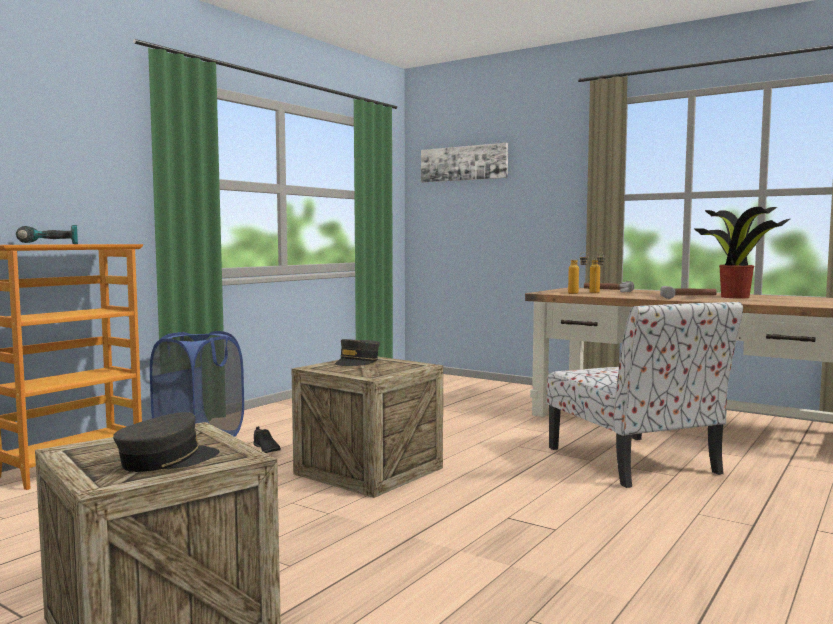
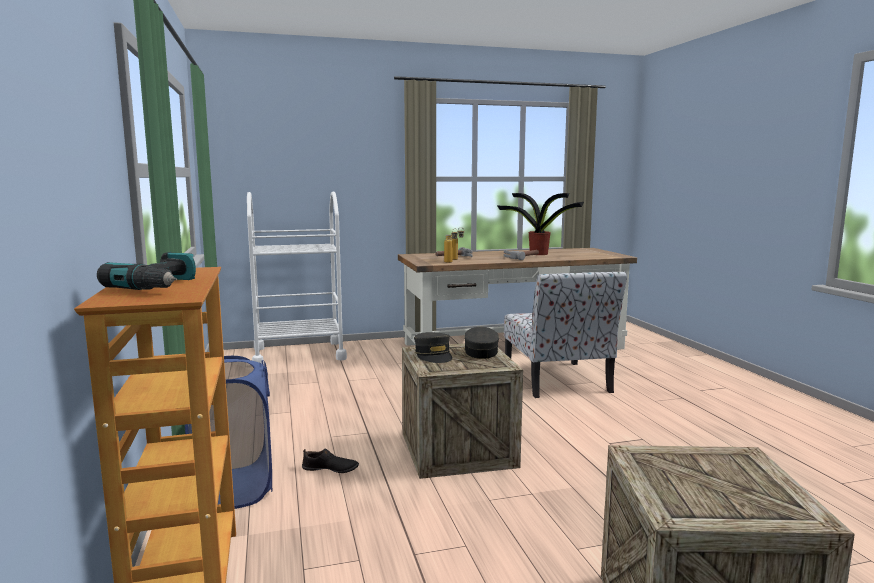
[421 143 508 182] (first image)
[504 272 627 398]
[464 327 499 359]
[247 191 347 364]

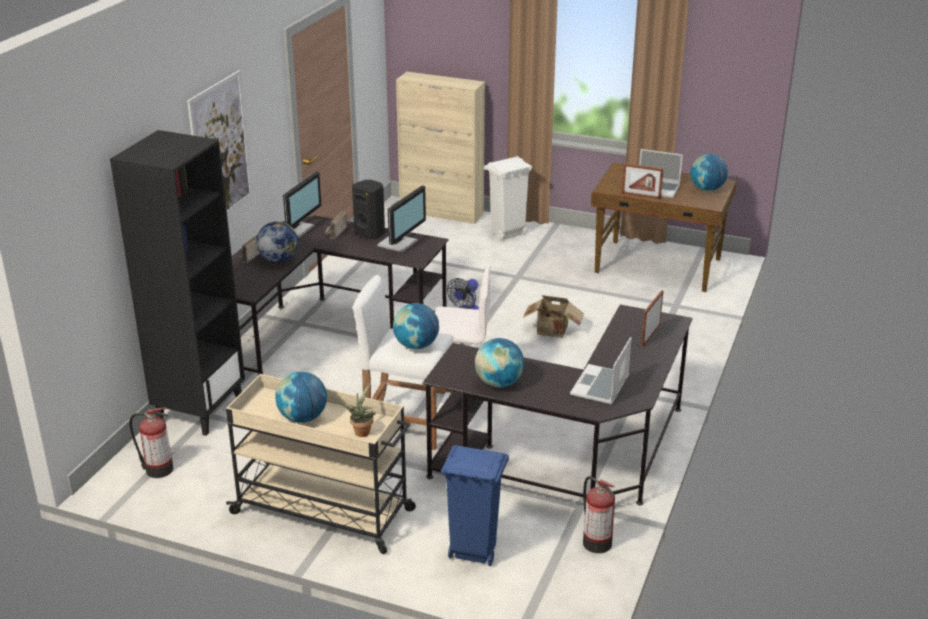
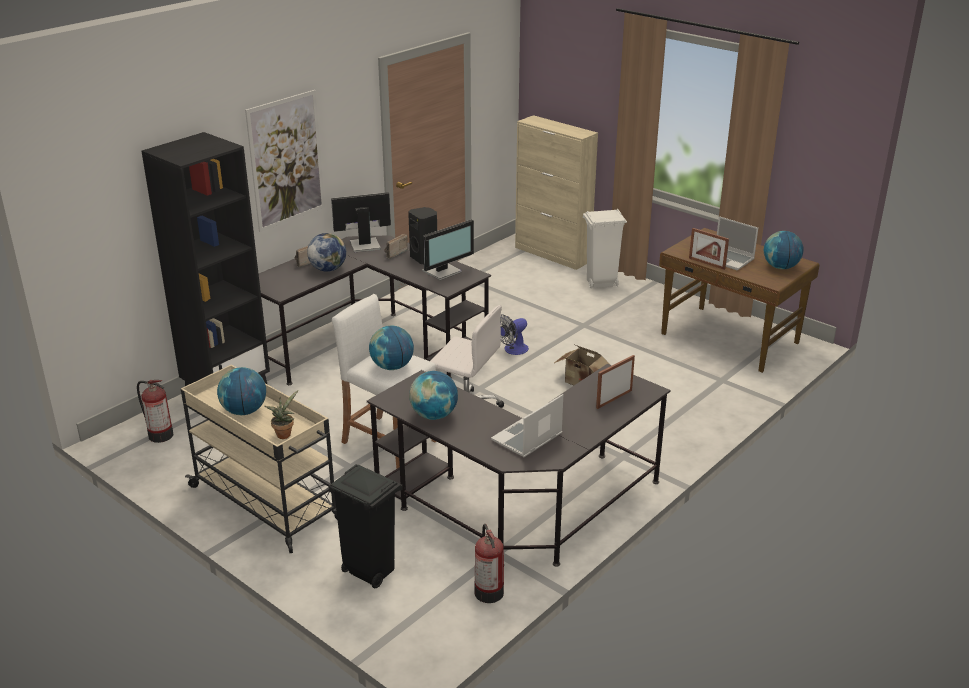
[331 192 391 253]
[328 464 402 589]

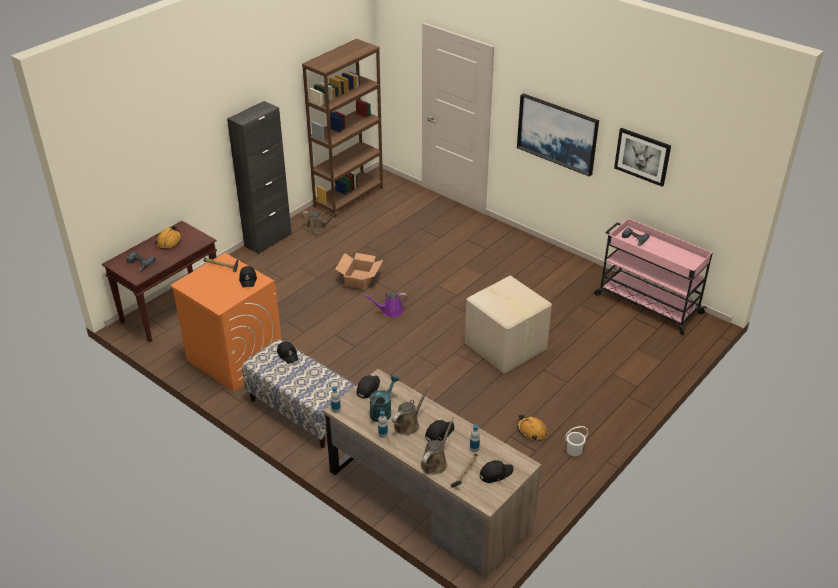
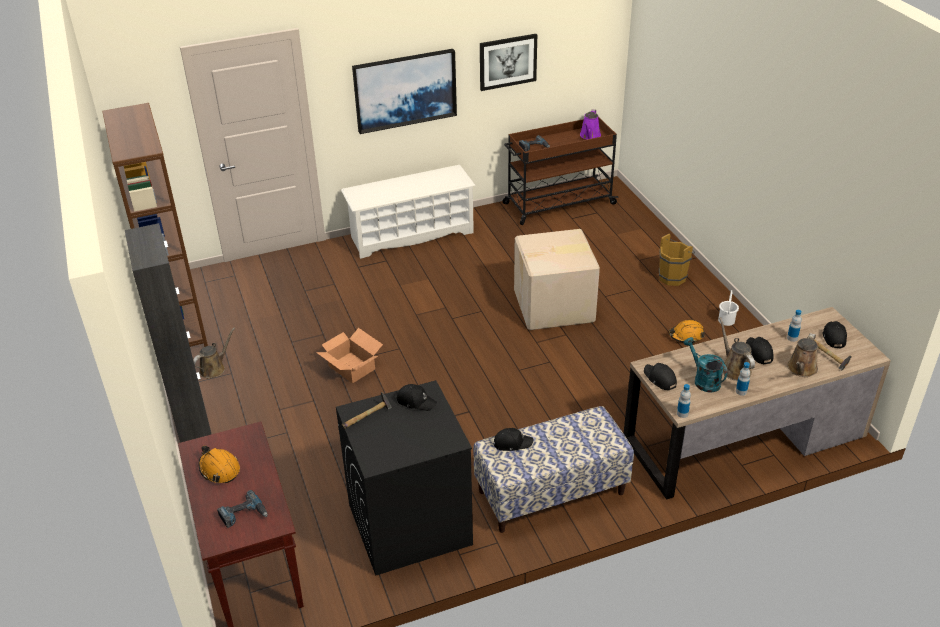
[503 117 619 225]
[336 380 473 576]
[580 109 601 139]
[787 333 818 377]
[341 165 476 259]
[659 234 695 286]

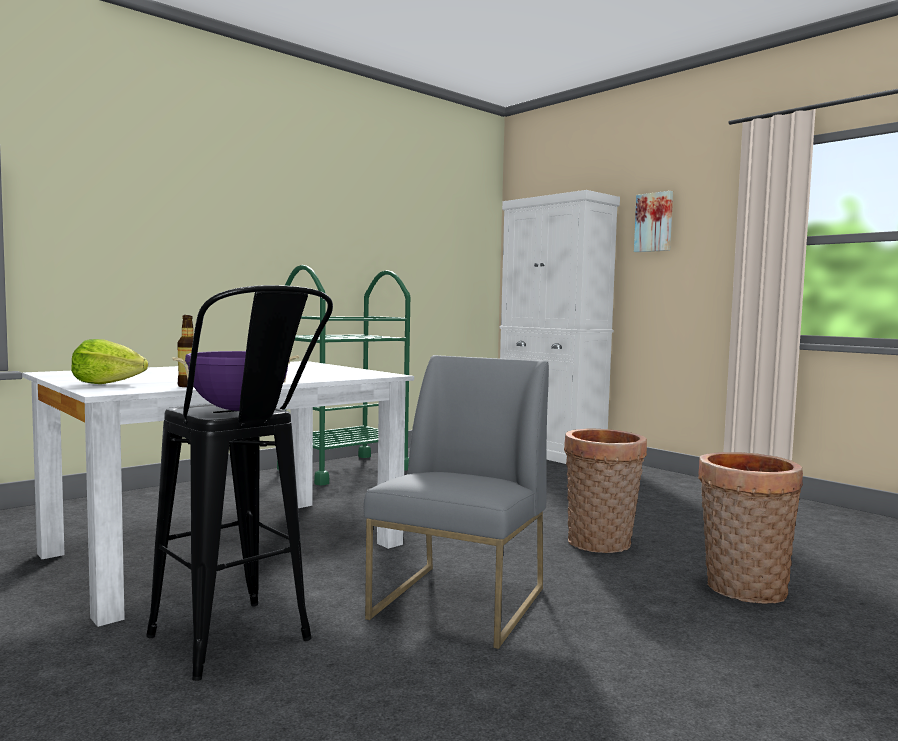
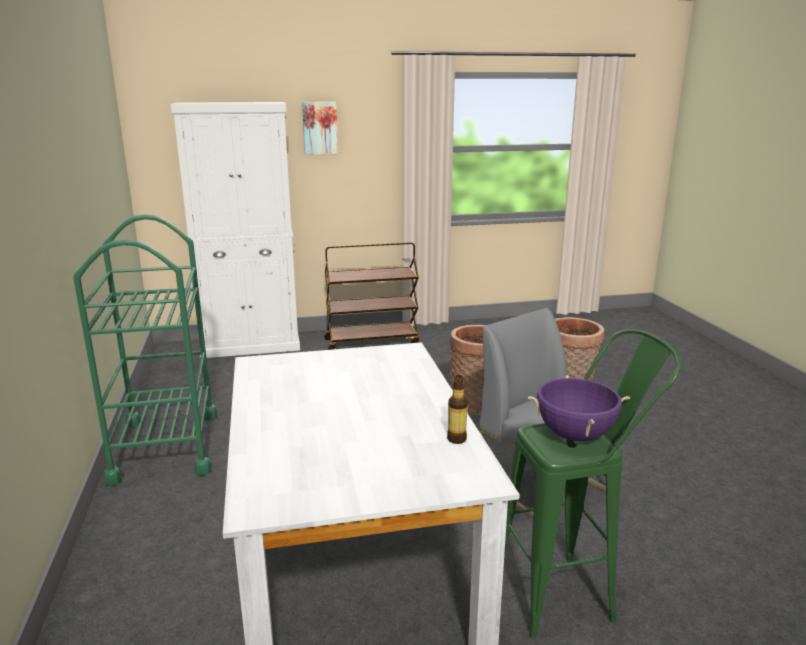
[504 329 681 639]
[71 339 148 384] (first image)
[324 242 419 350]

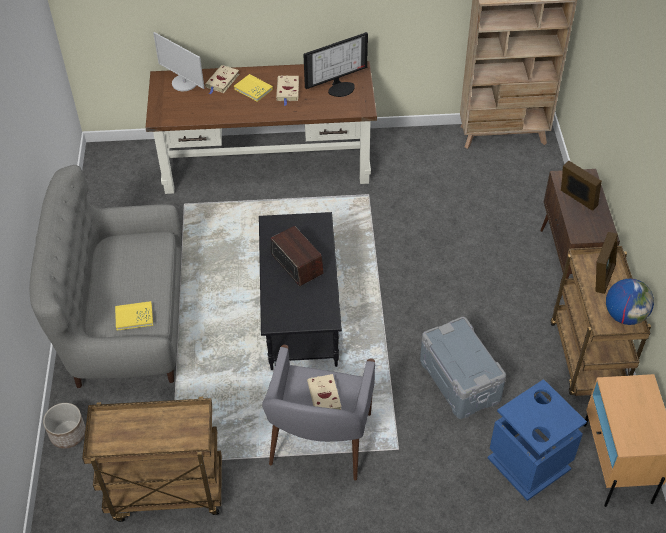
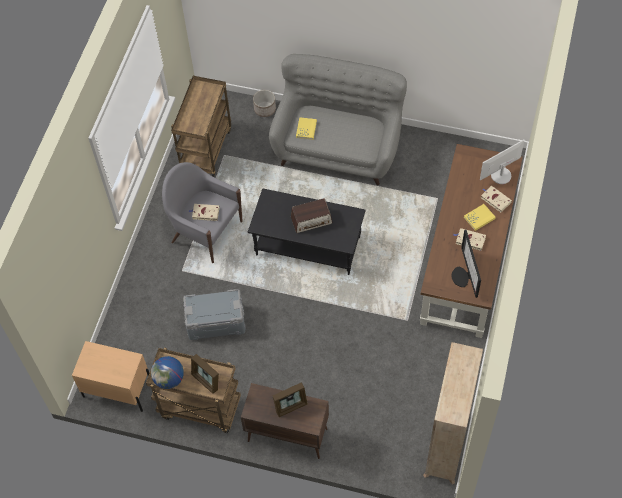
[488 379 587 501] (first image)

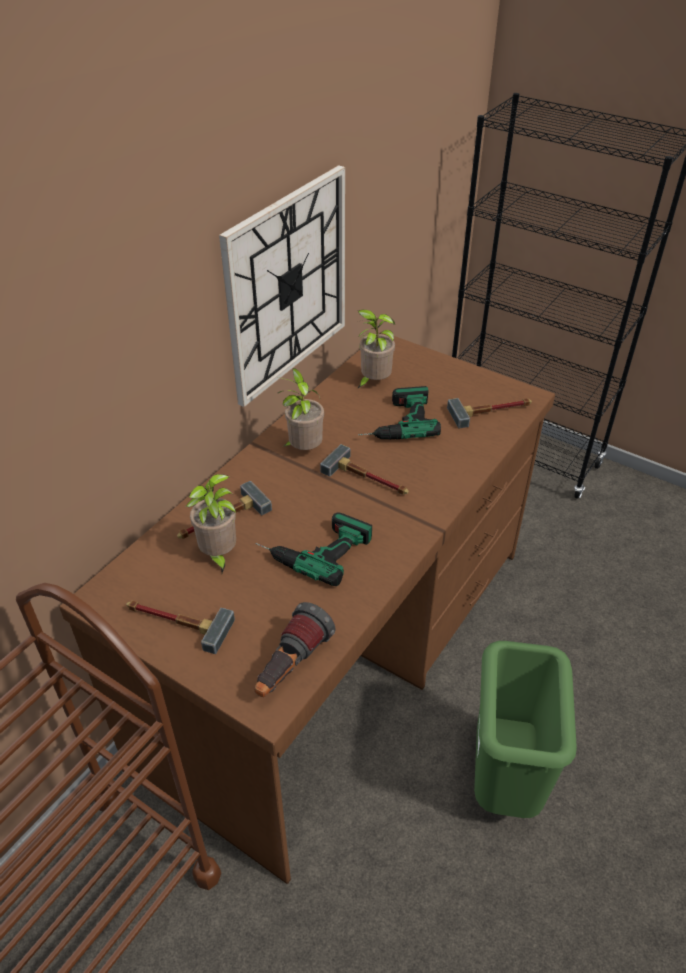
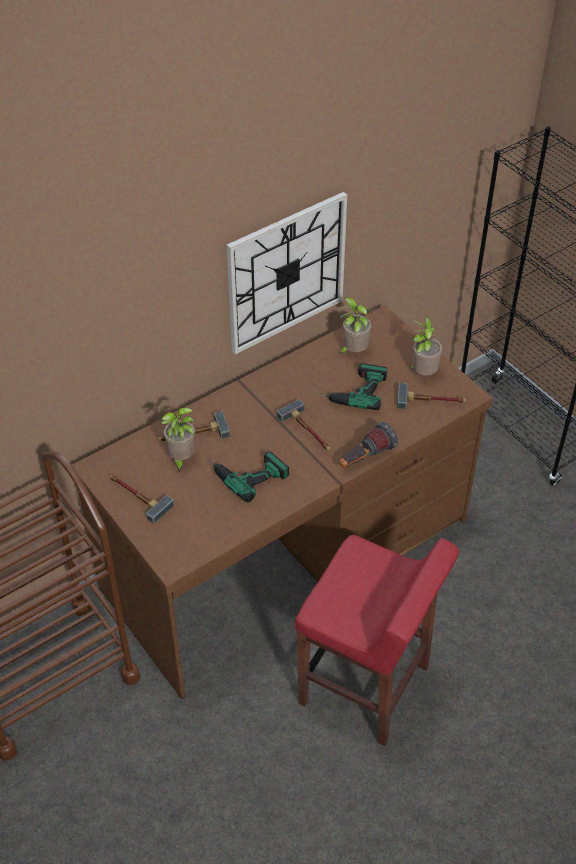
[410 315 442 375]
[339 422 398 468]
[295 535 459 746]

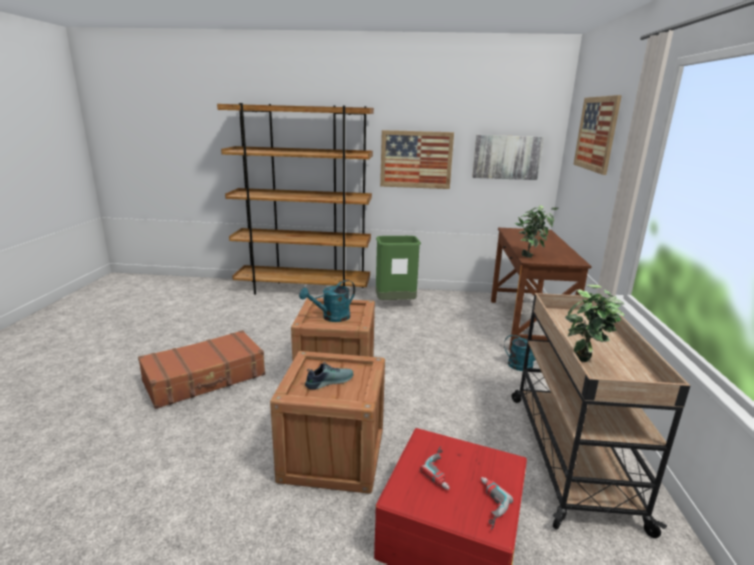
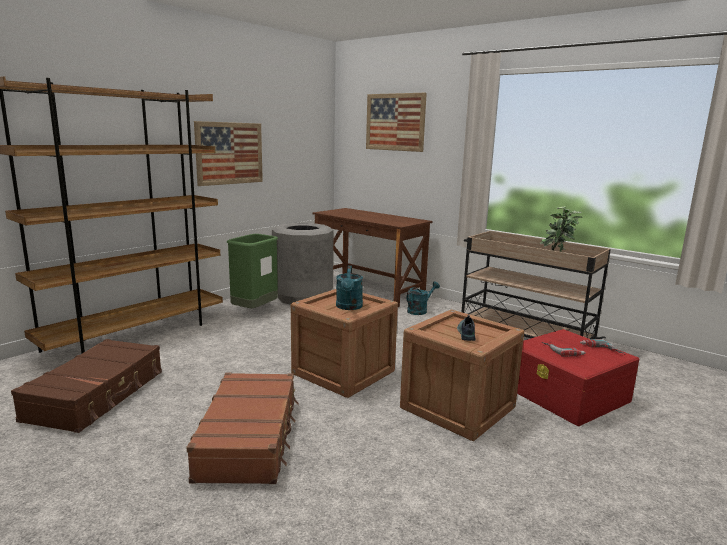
[472 135 544 180] (first image)
[515 205 558 258] (first image)
[272 223 334 305]
[11 339 162 433]

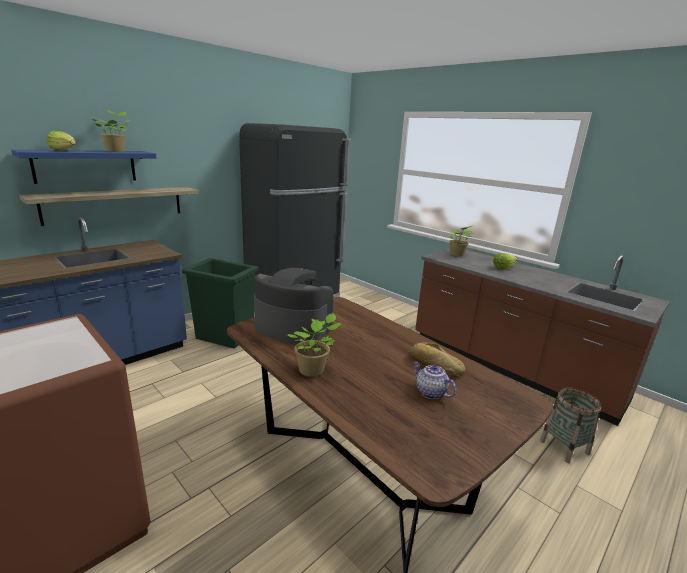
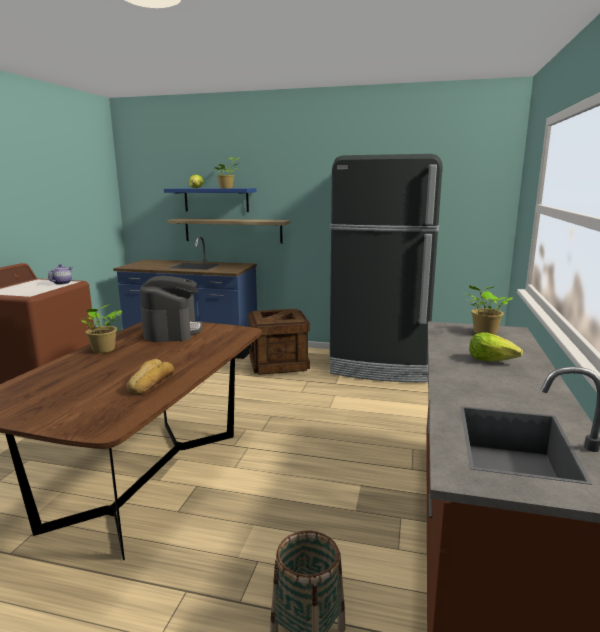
[248 309 310 375]
[48 264 73 285]

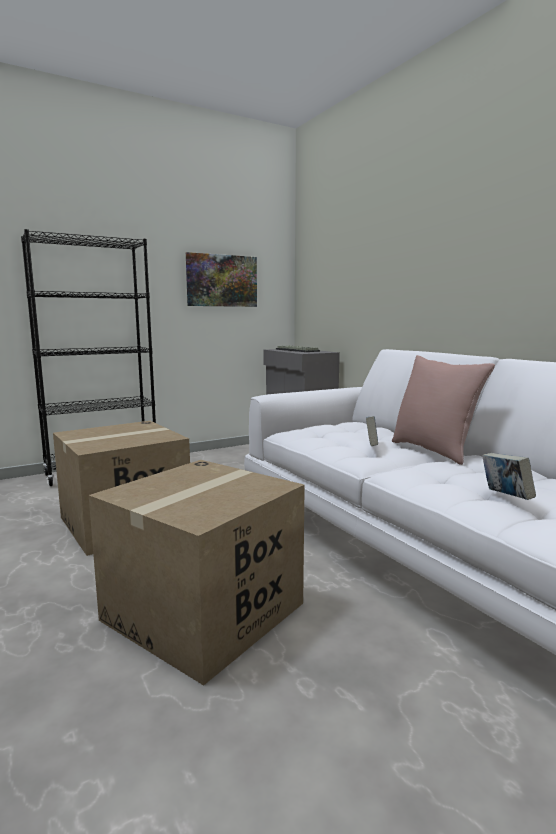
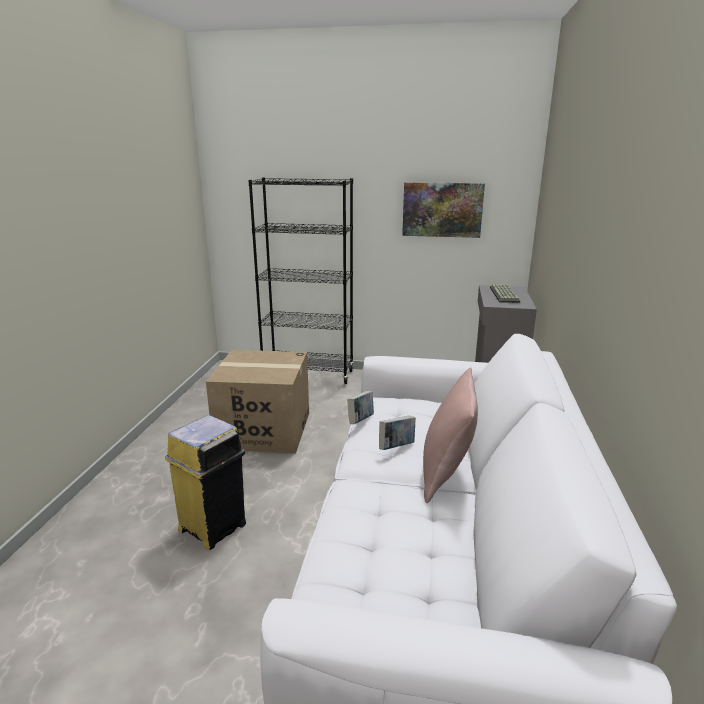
[347 391 374 424]
[165 415 246 550]

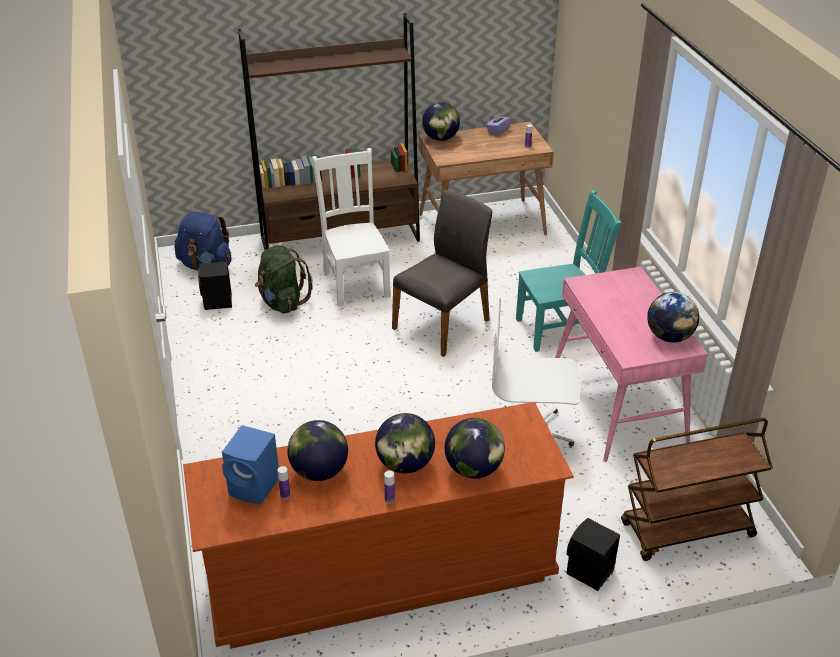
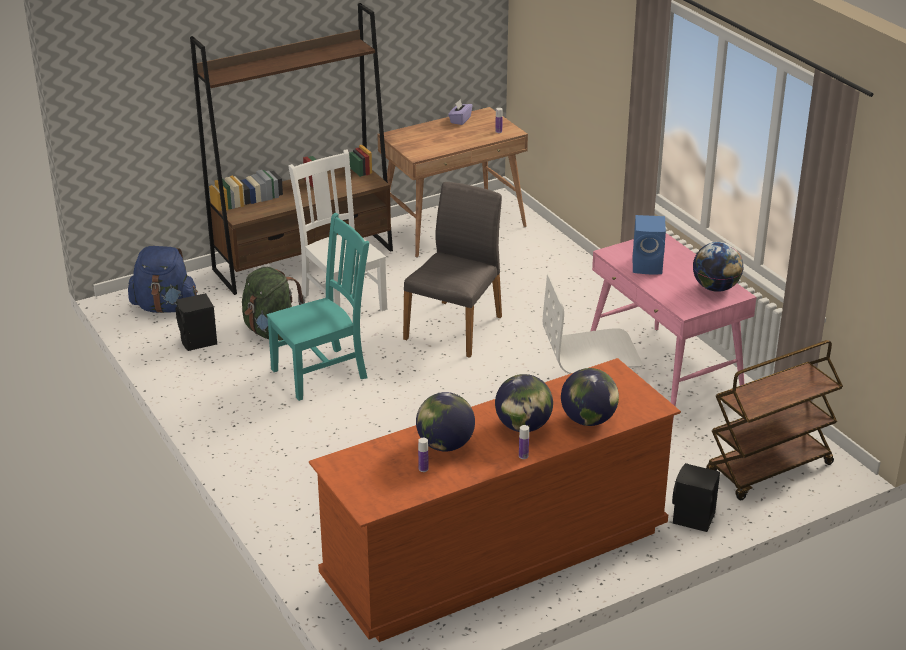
[422 102 460 141] (first image)
[267 213 369 401]
[633 215 666 274]

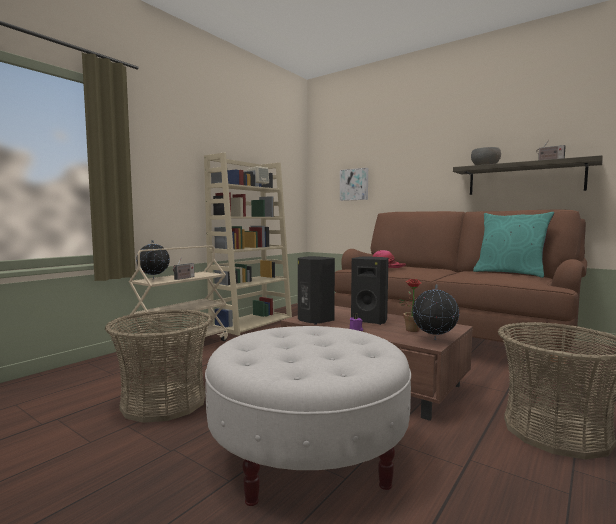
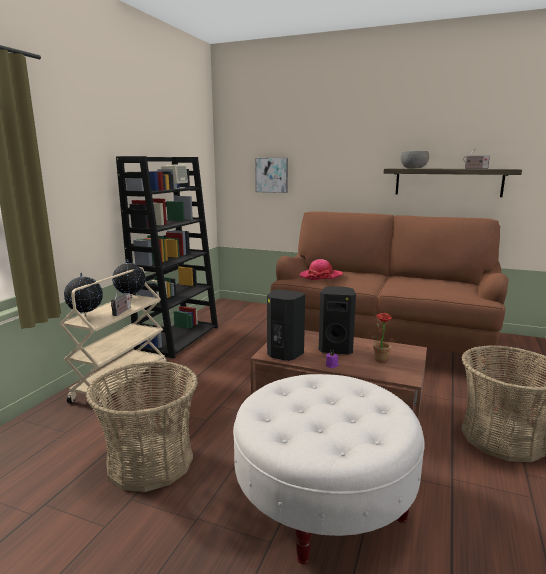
[116 156 218 358]
[473 212 554 278] (first image)
[112 260 146 298]

